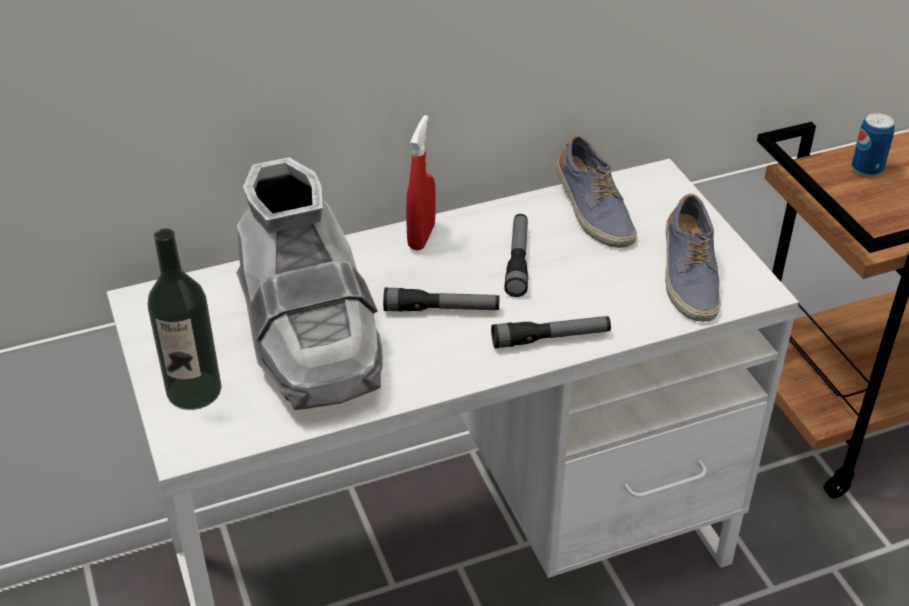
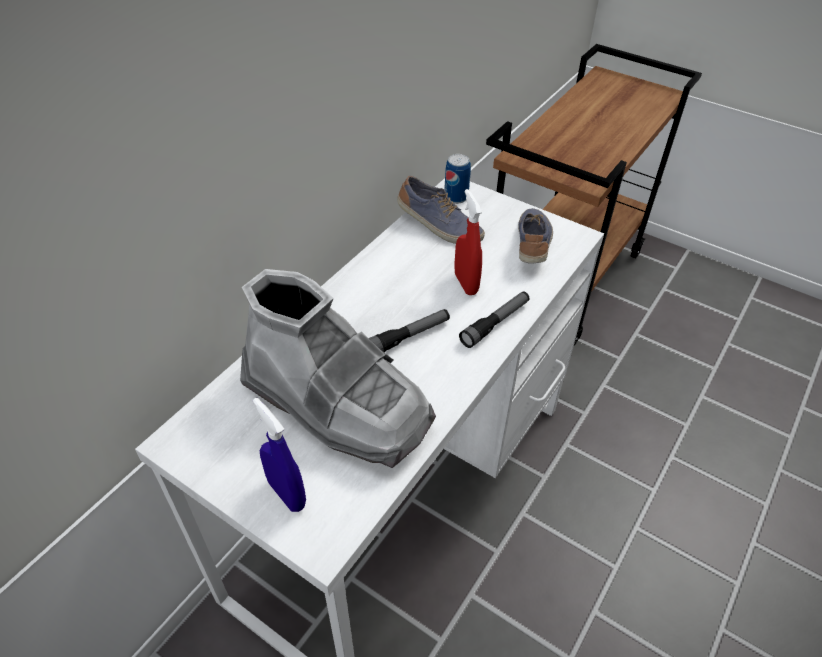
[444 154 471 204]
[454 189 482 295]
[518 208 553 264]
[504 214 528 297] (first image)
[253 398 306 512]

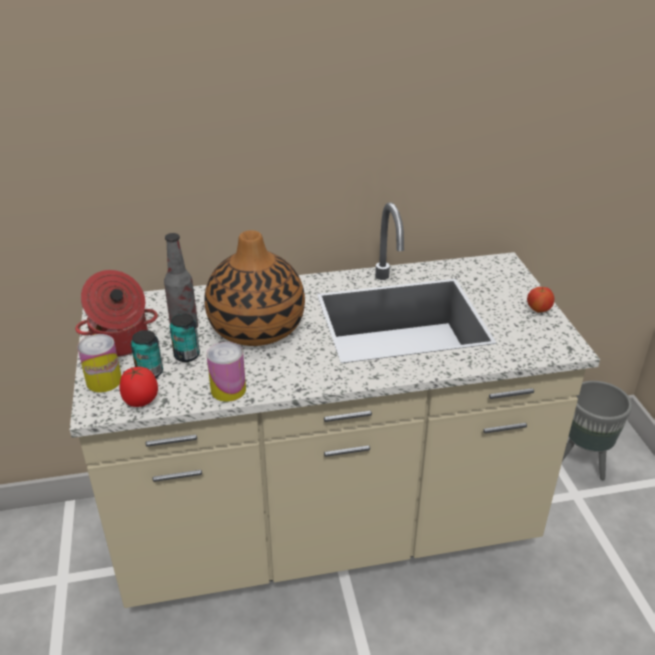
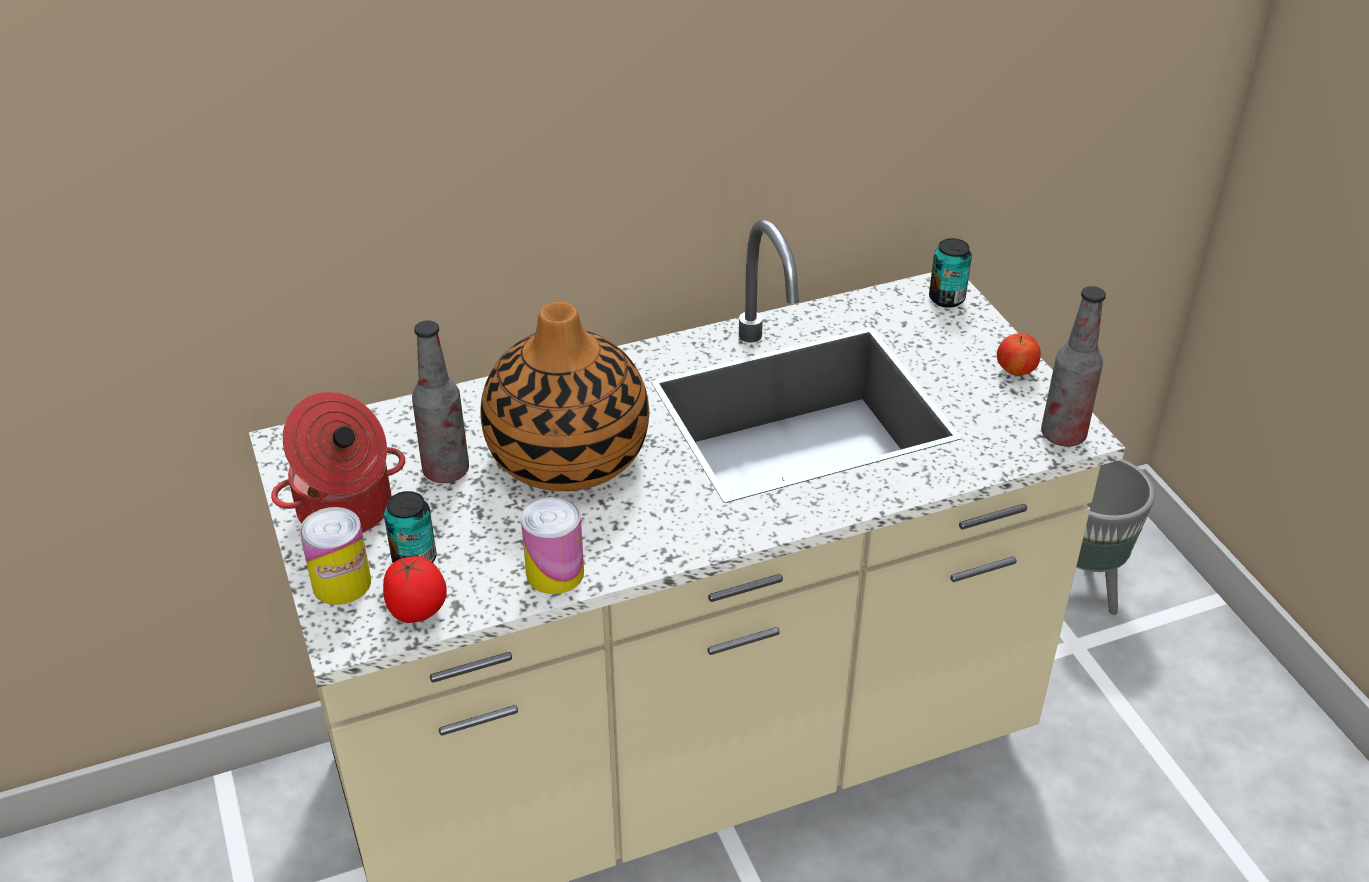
[929 238 972 308]
[1041 286 1106 447]

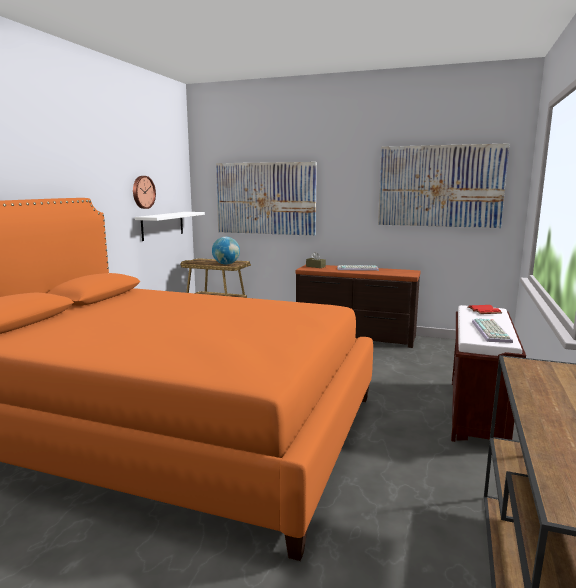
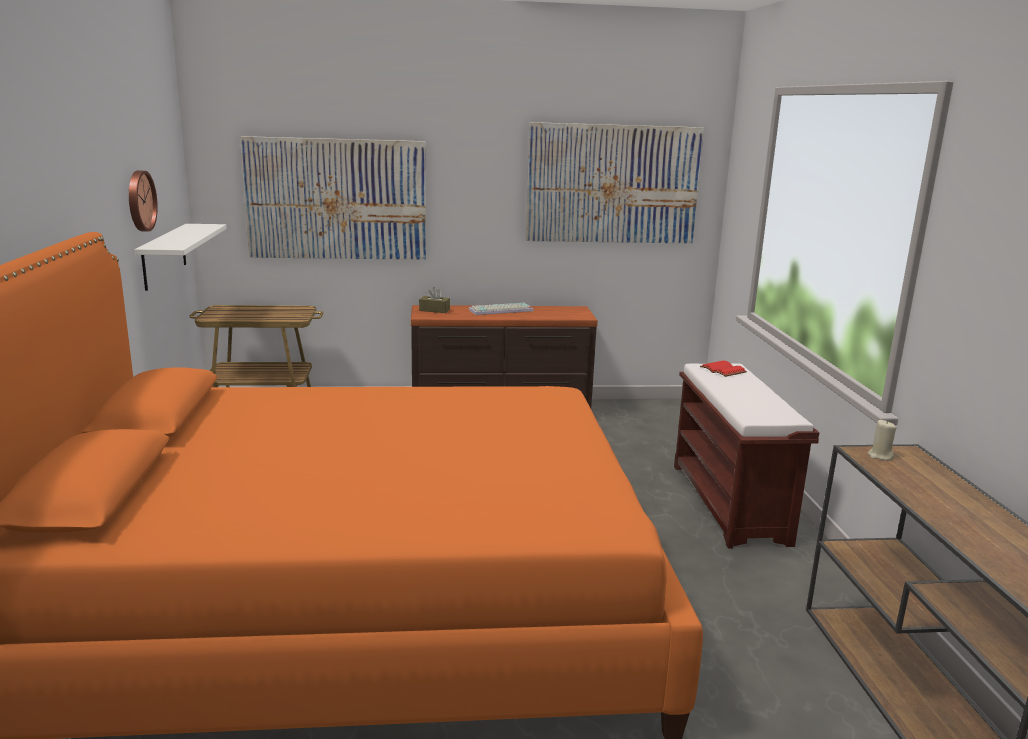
[212 237 240 265] (first image)
[472 319 513 343] (first image)
[868 420 896 461]

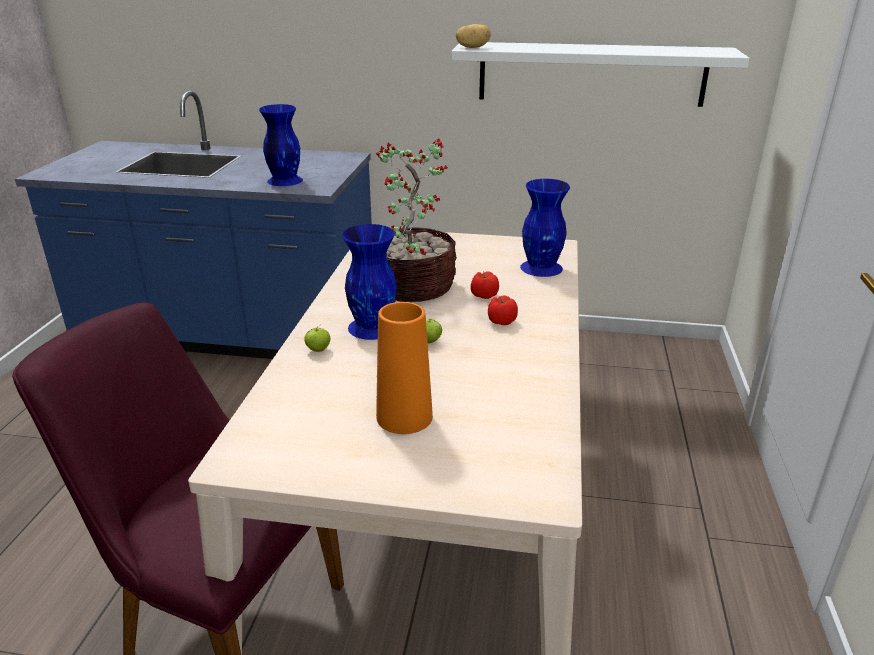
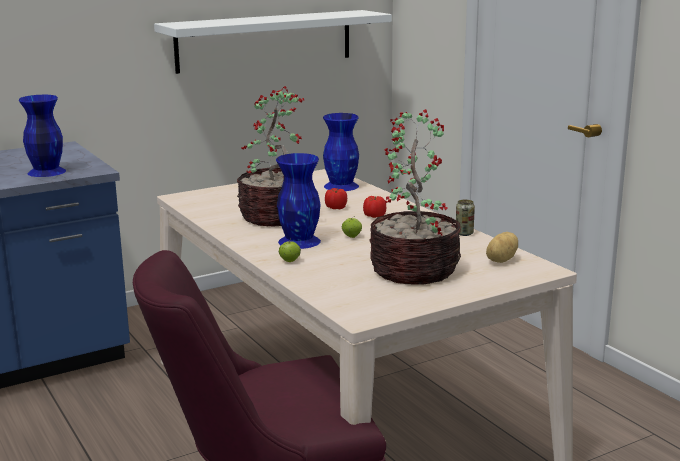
[486 232 518 263]
[369 109 461 284]
[456 200 475 236]

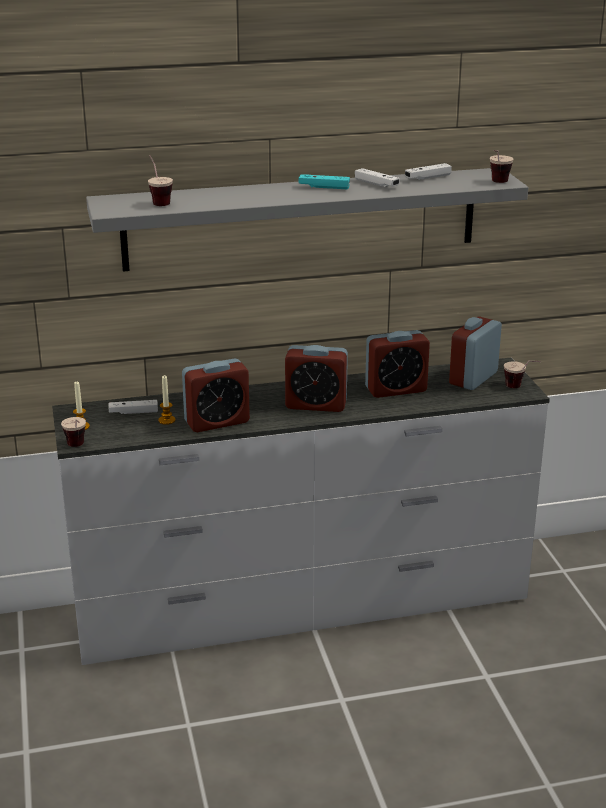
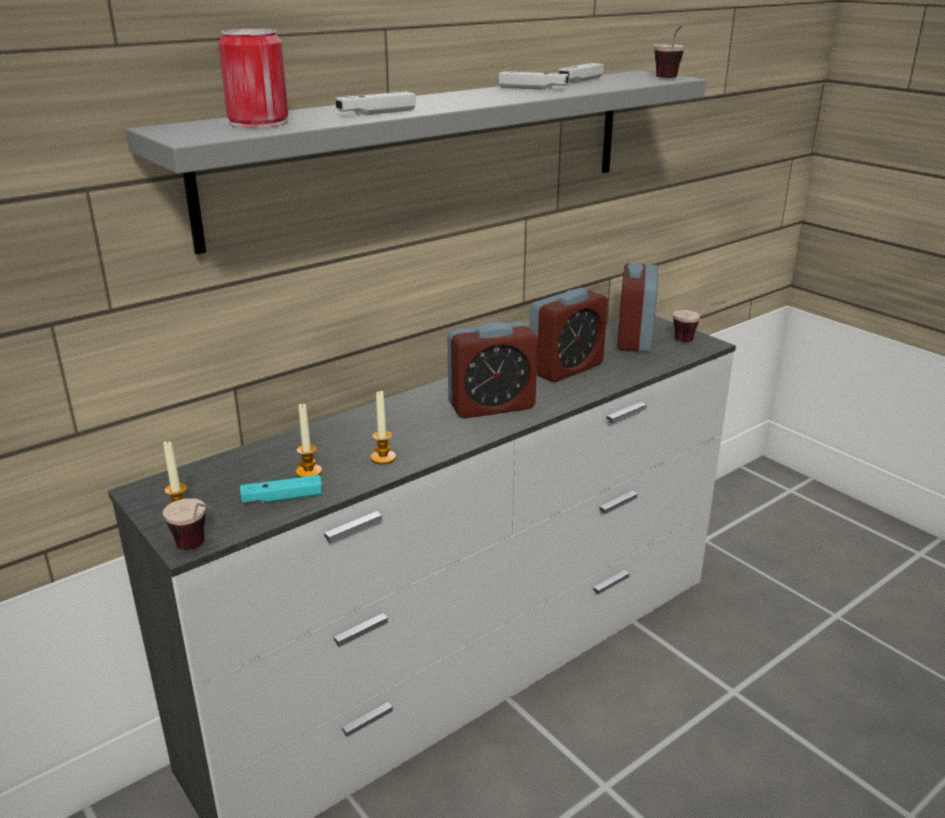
[218 29 288 128]
[240 475 322 503]
[371 390 396 465]
[335 91 415 116]

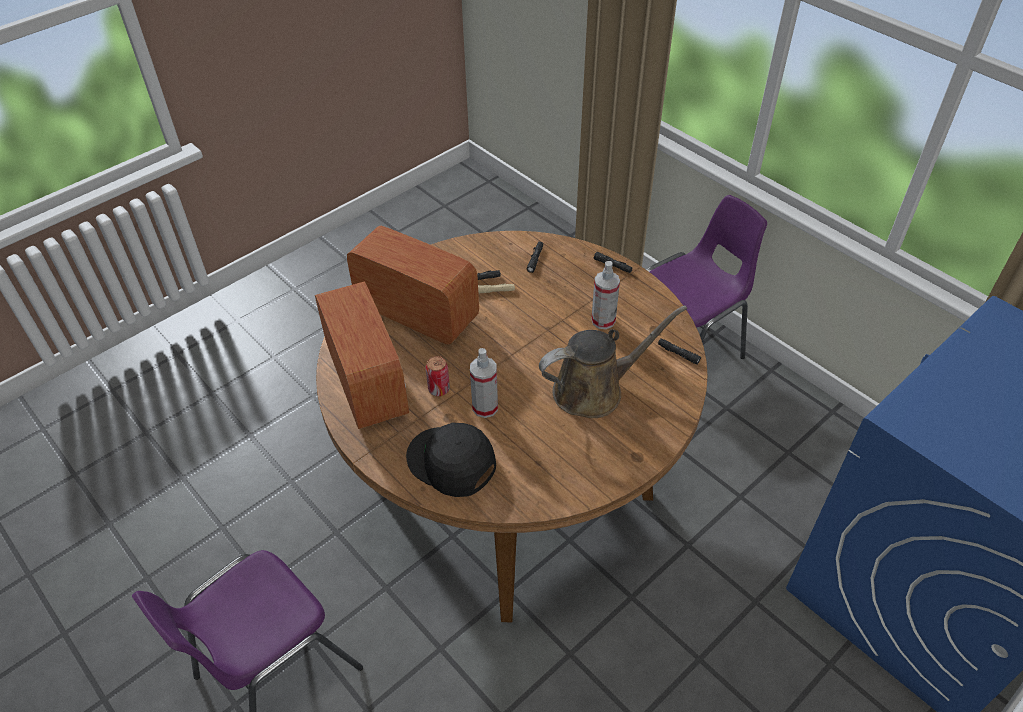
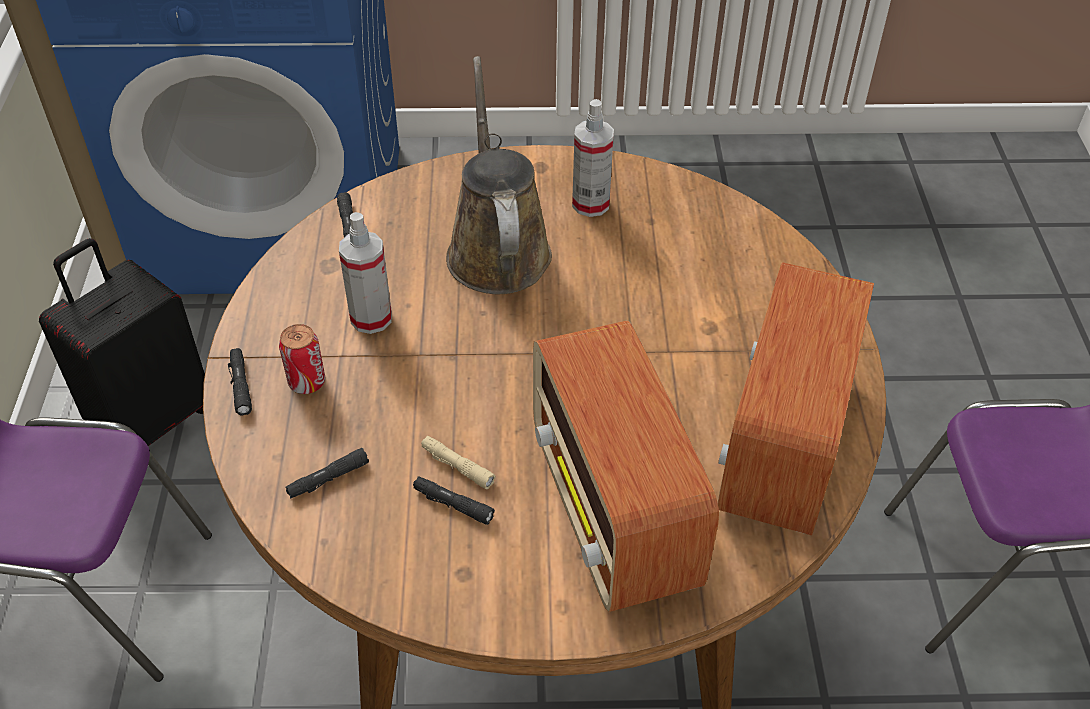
[446 56 552 294]
[572 99 614 217]
[279 324 325 394]
[406 423 496 497] (first image)
[39 238 205 451]

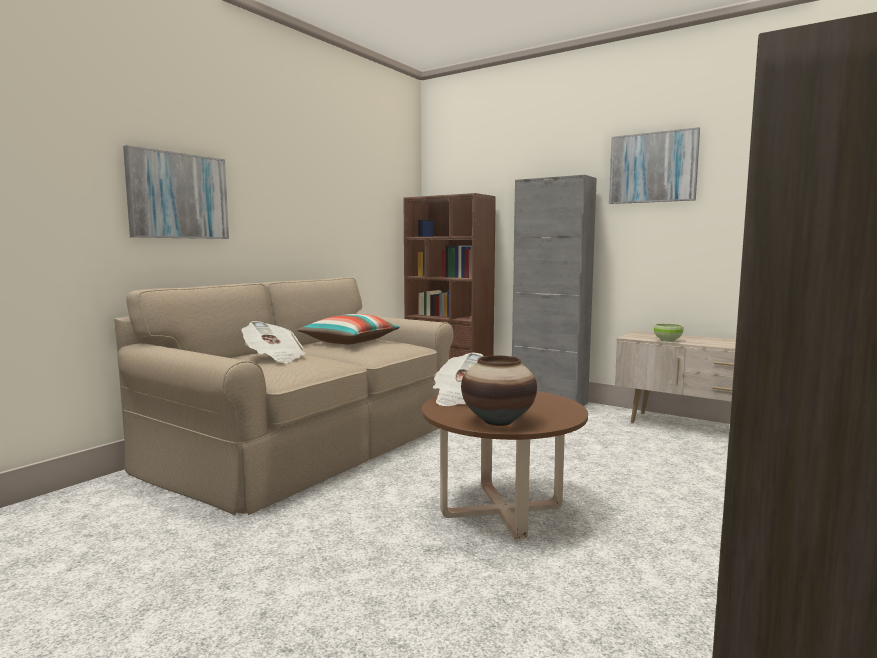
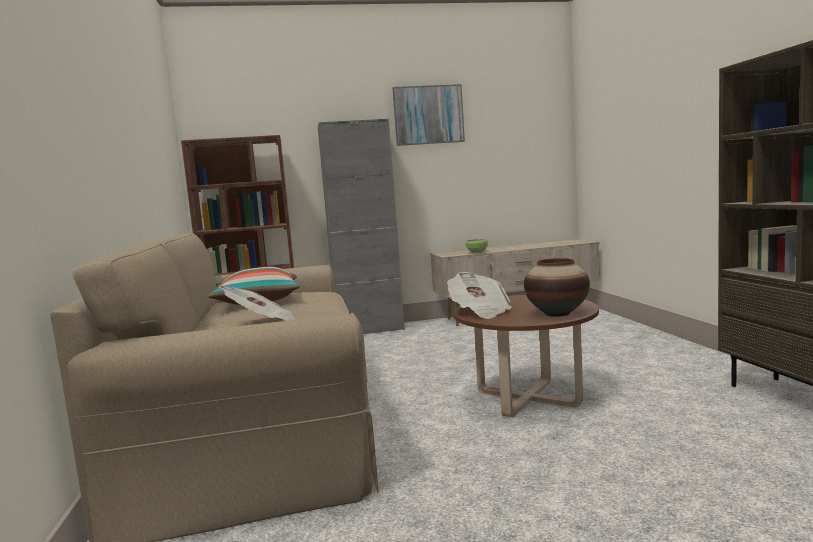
[123 145 229 239] (first image)

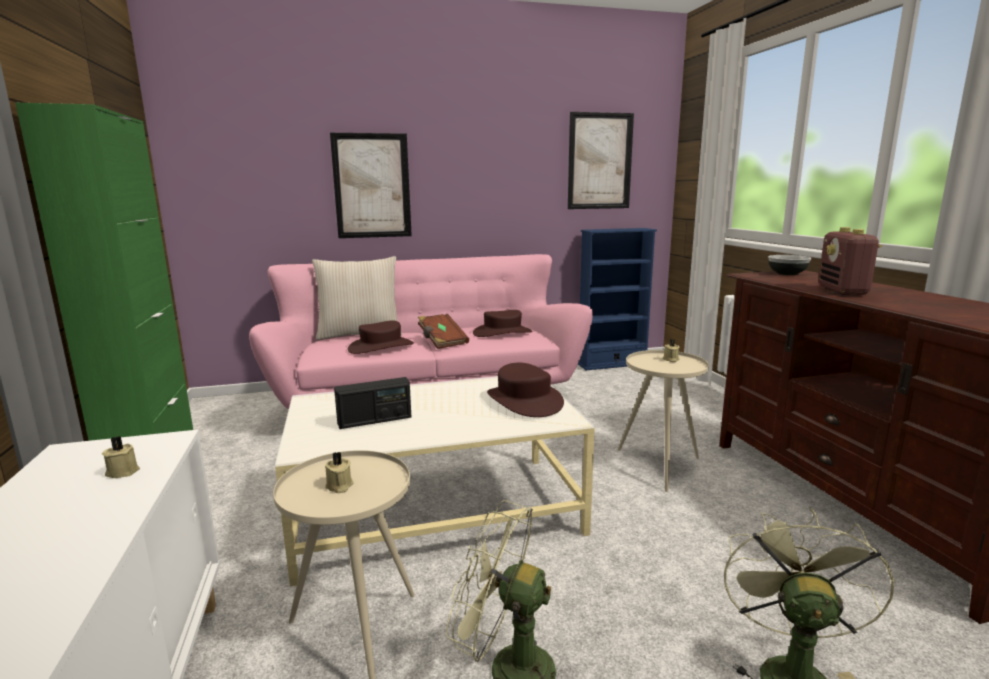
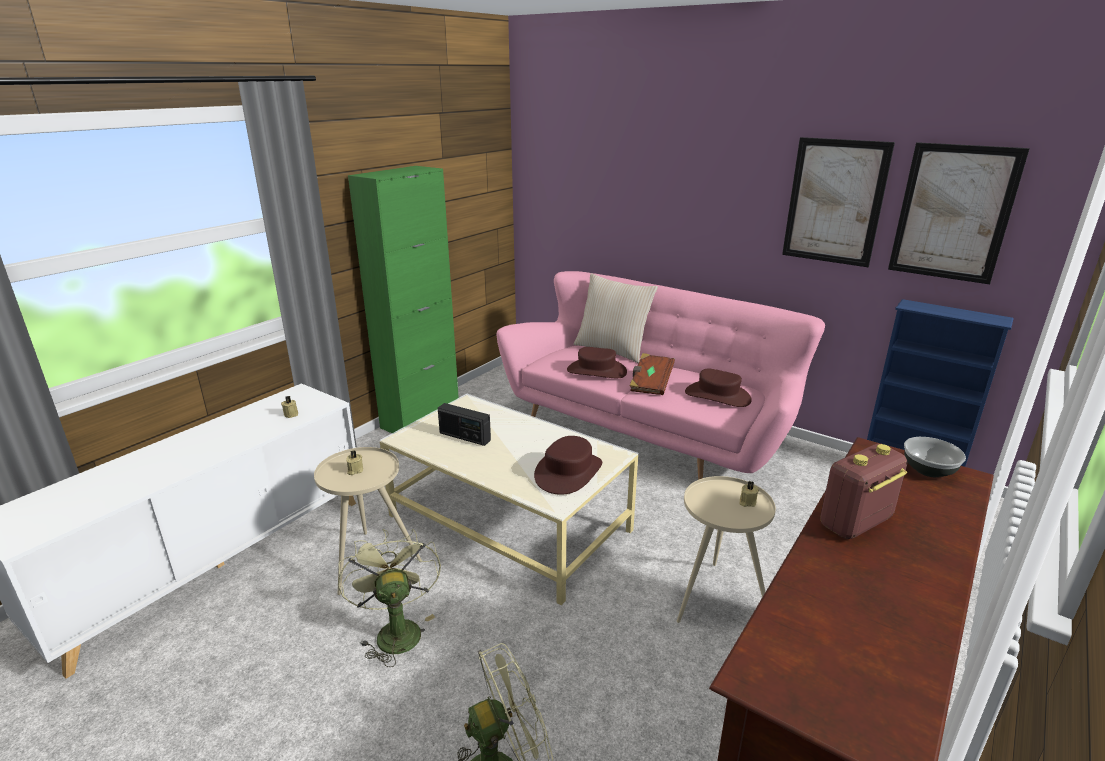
[782 137 895 267]

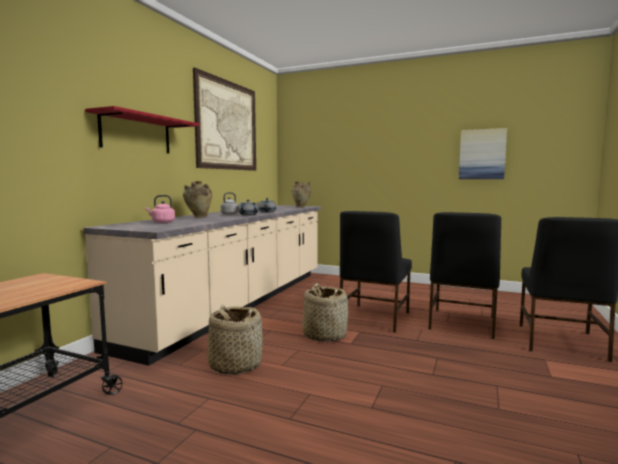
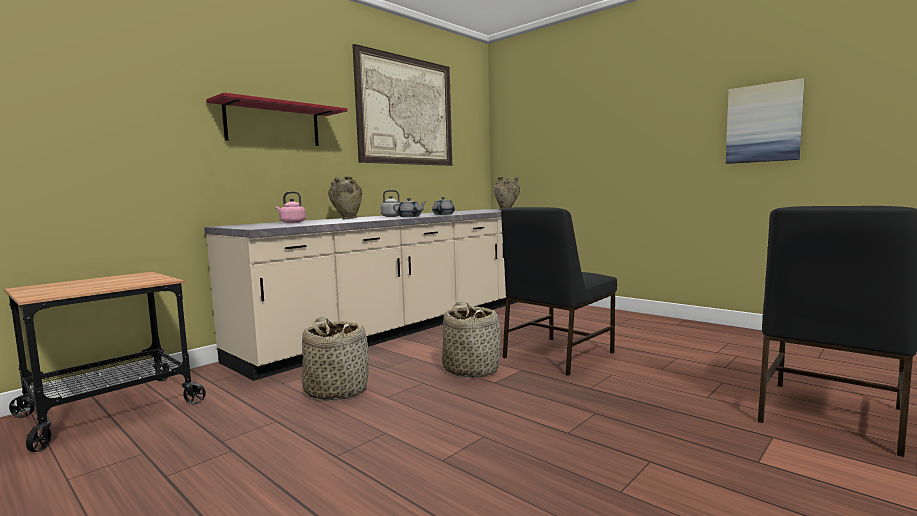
[428 212 501 339] (first image)

